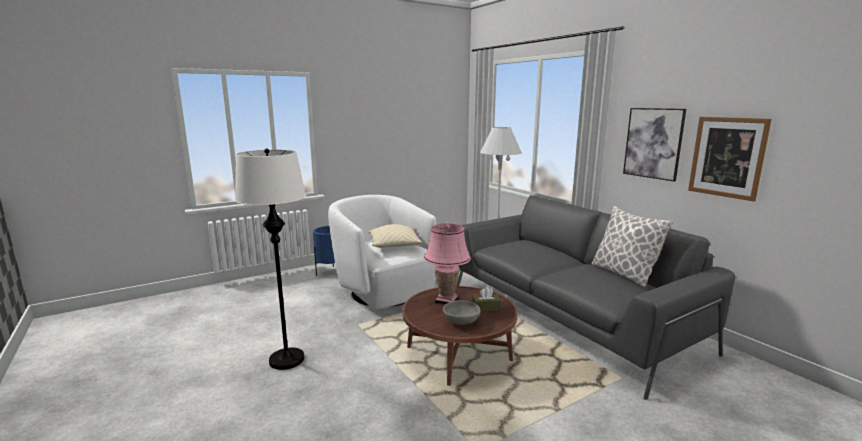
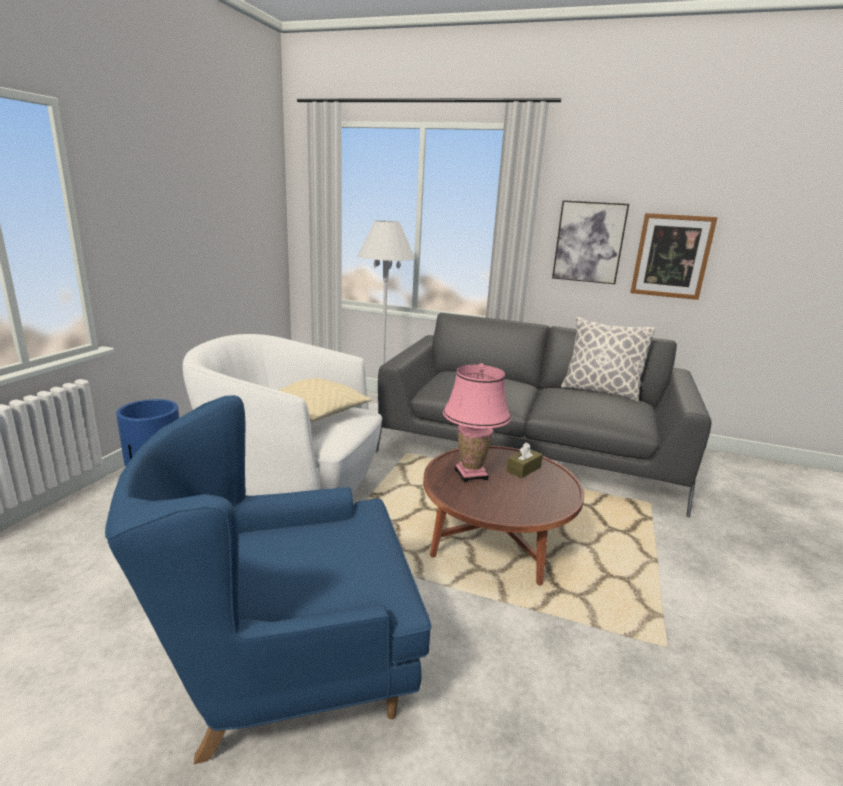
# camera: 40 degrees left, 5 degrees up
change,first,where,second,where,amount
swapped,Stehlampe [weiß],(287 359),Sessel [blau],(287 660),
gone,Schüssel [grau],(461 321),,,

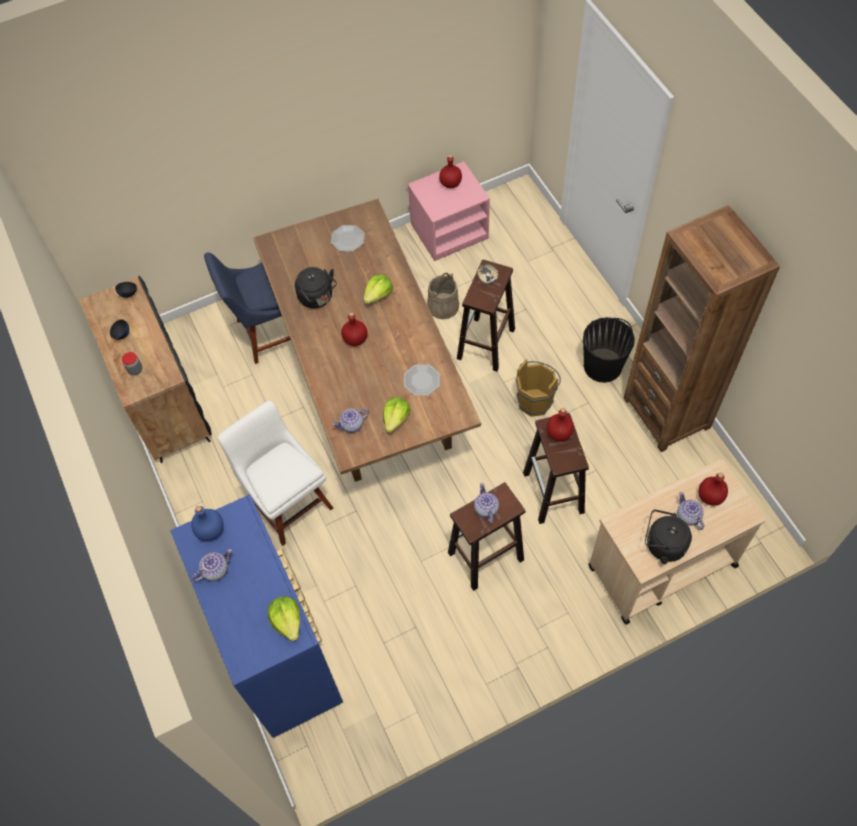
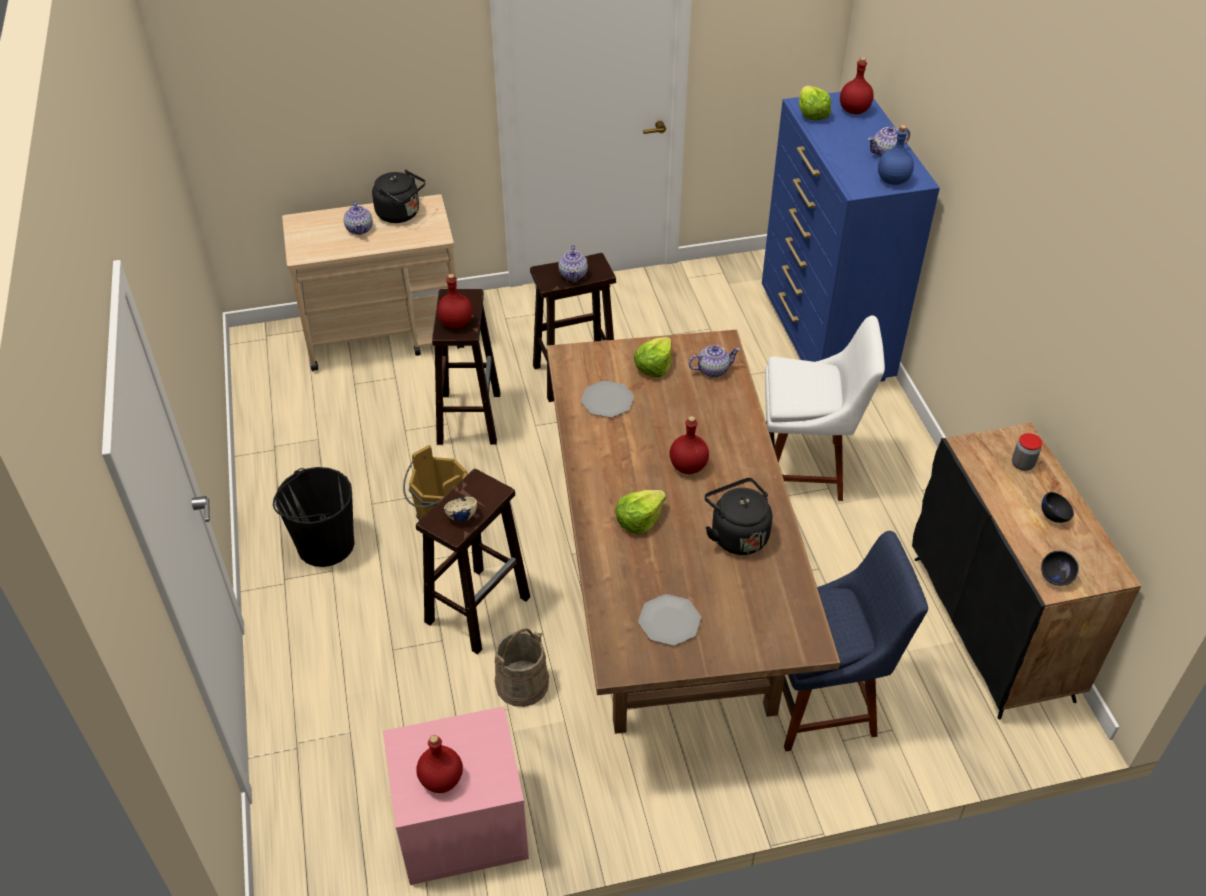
# camera: 170 degrees left, 15 degrees down
change,first,where,second,where,amount
rotated,Stuhl [weiß],(287 502),,(806 468),60 degrees counterclockwise
gone,Bücherregal [braun],(666 413),,,
shifted,Flasche [rot],(710 496),,(854 110),

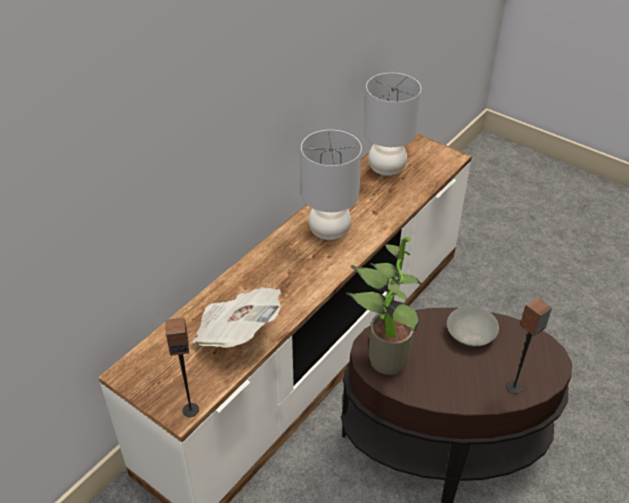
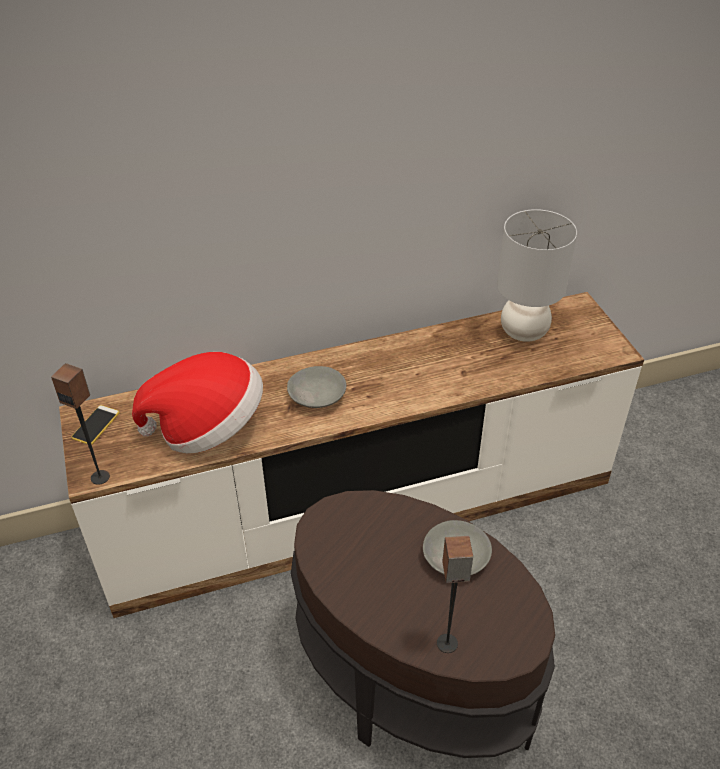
# camera: 35 degrees right, 0 degrees up
change,first,where,second,where,amount
swapped,Zeitung,(237 332),Hut,(208 427),
gone,Tischlampe [grau],(329 231),,,
gone,Topfpflanze,(381 359),,,
new,,,Handy,(96 425),
new,,,Schüssel [grau],(316 396),

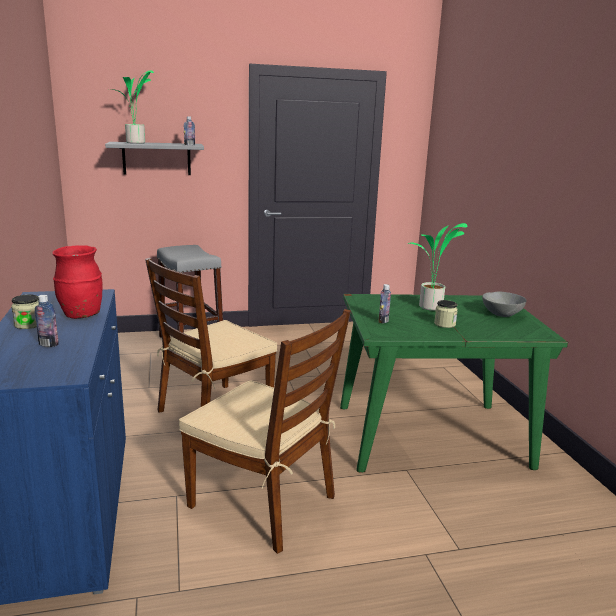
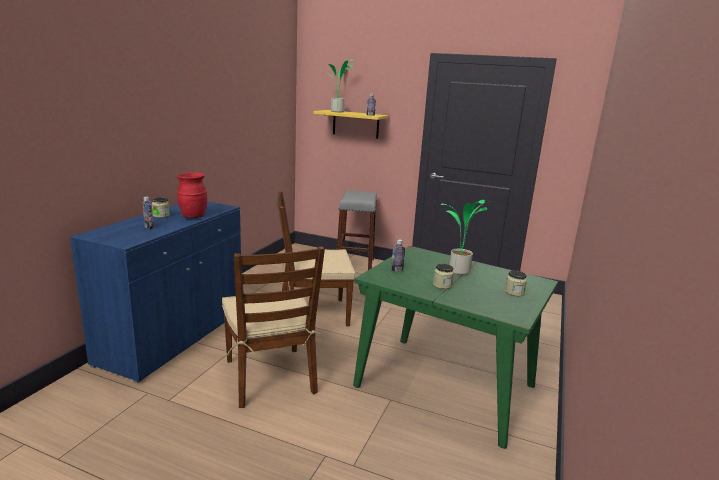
# camera: 35 degrees right, 0 degrees up
change,first,where,second,where,amount
repainted,Wandregal [grau],(156 158),Wandregal [gelb],(355 124),
swapped,Schüssel [grau],(501 314),Vorratsglas,(514 292),

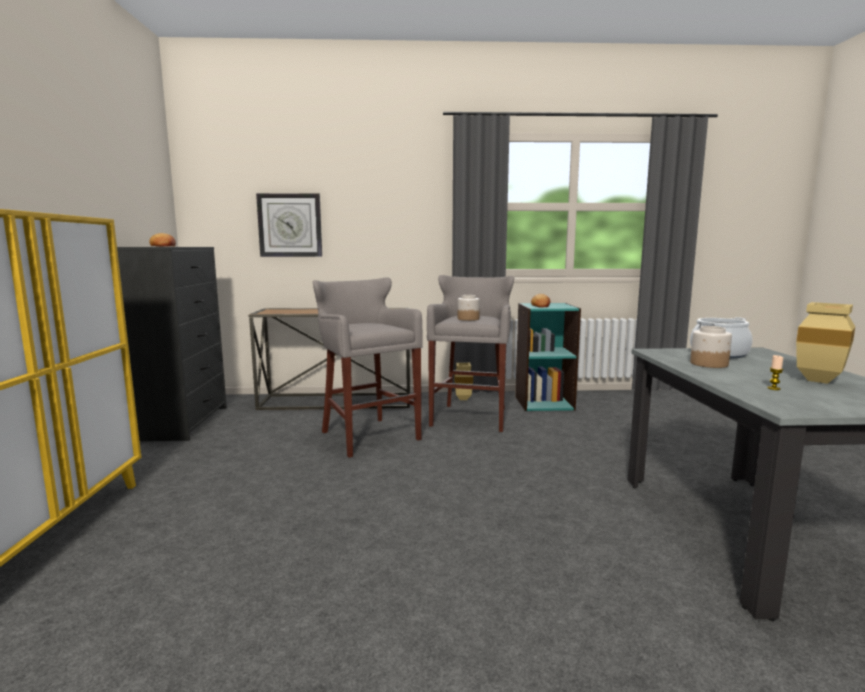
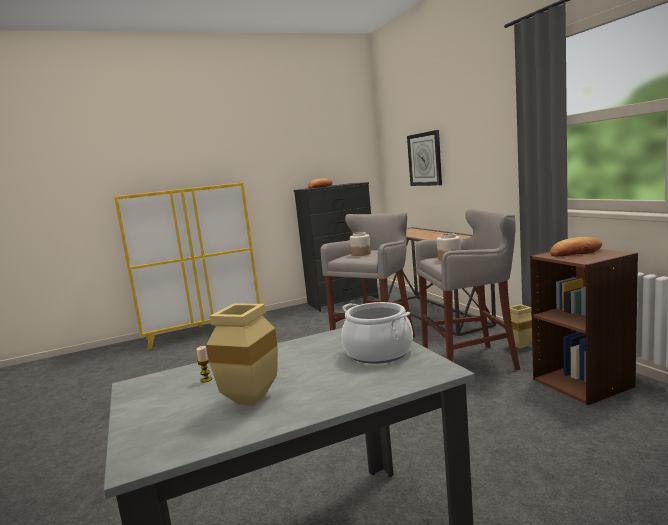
# camera: 70 degrees right, 0 degrees up
change,first,where,second,where,amount
repainted,Bücherregal [türkis],(544 403),Bücherregal [braun],(583 383),
shifted,Vorratsglas,(708 364),,(360 254),

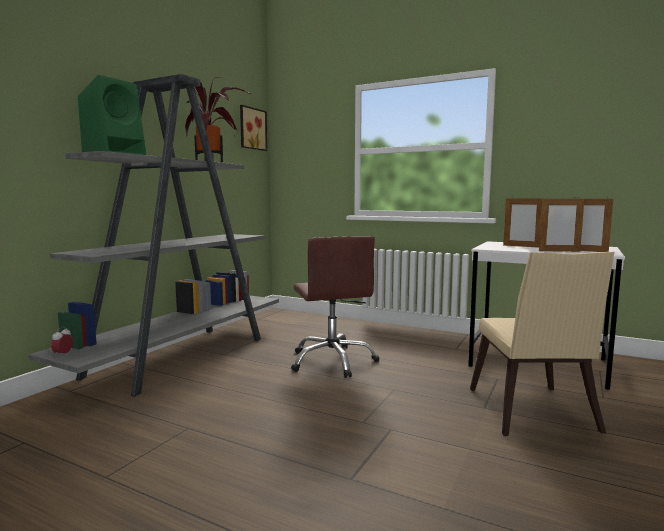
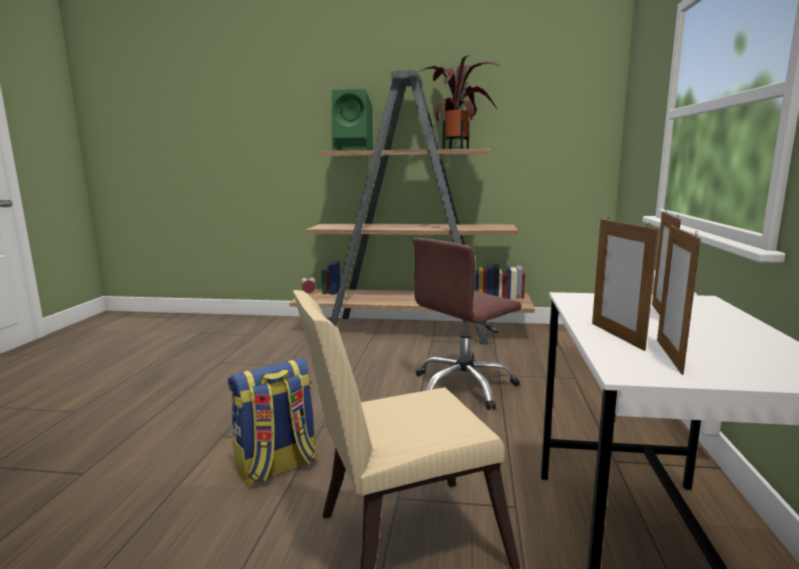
# camera: 70 degrees right, 5 degrees up
change,first,where,second,where,amount
repainted,Bücherregal [grau],(181 356),Bücherregal [braun],(412 330),
gone,Bild,(251 129),,,
new,,,Rucksack,(277 467),

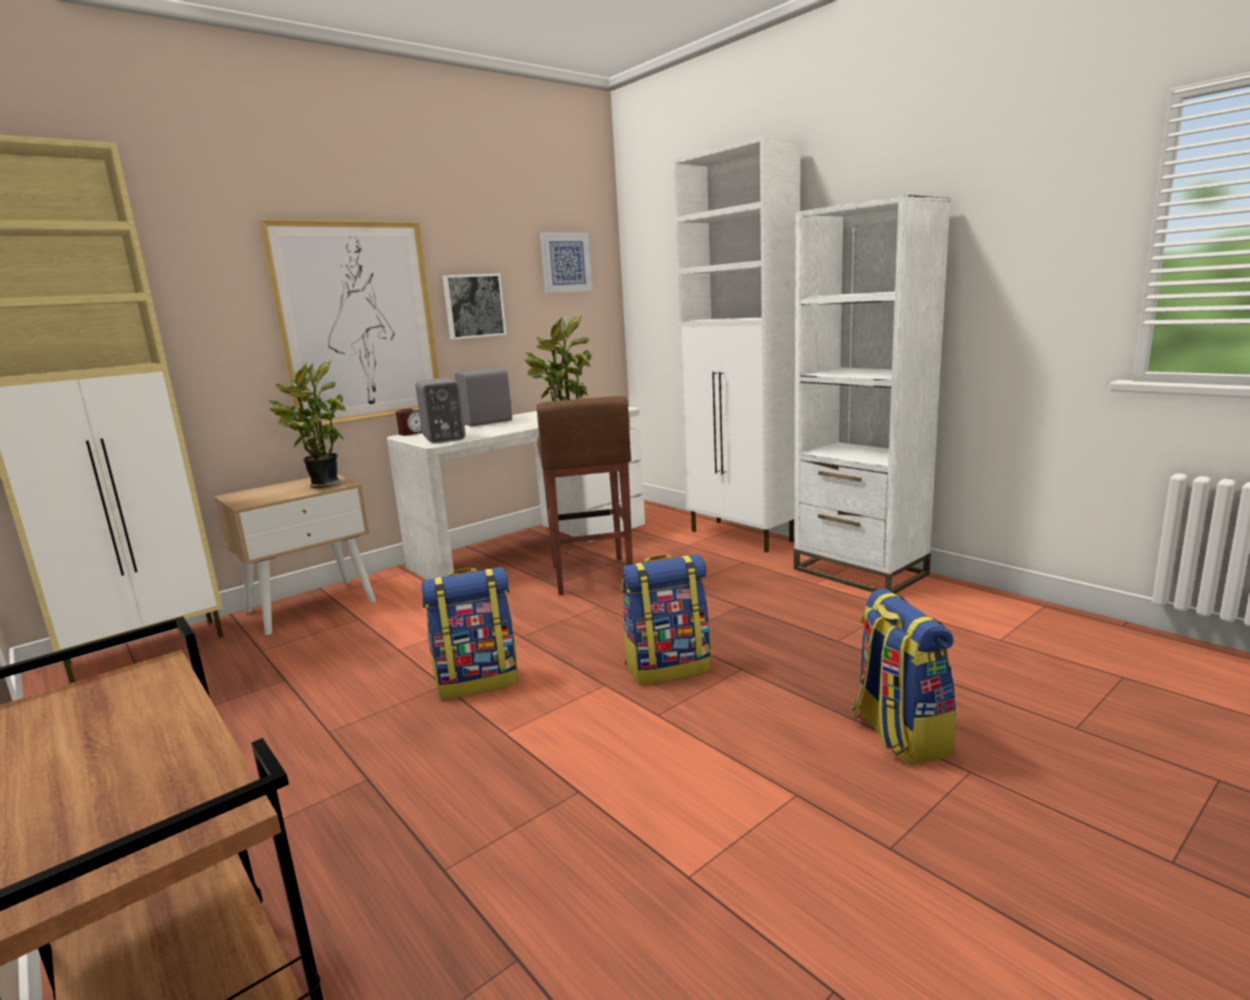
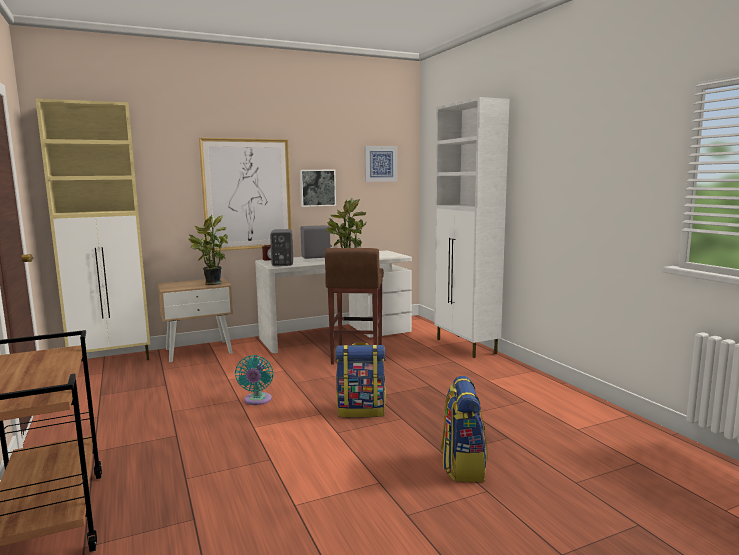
# camera: 15 degrees right, 5 degrees down
change,first,where,second,where,amount
swapped,Rucksack,(478 681),Ventilator [türkis],(257 401),
gone,Bücherregal [weiß],(859 572),,,

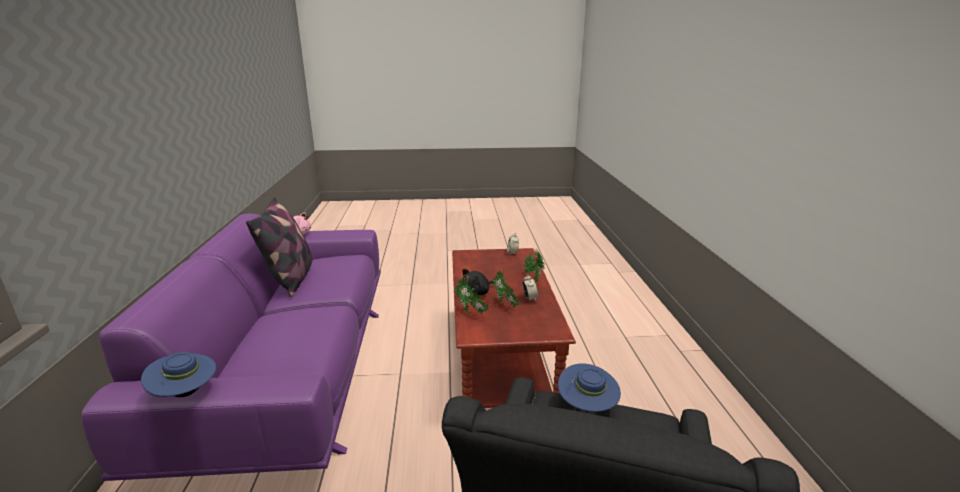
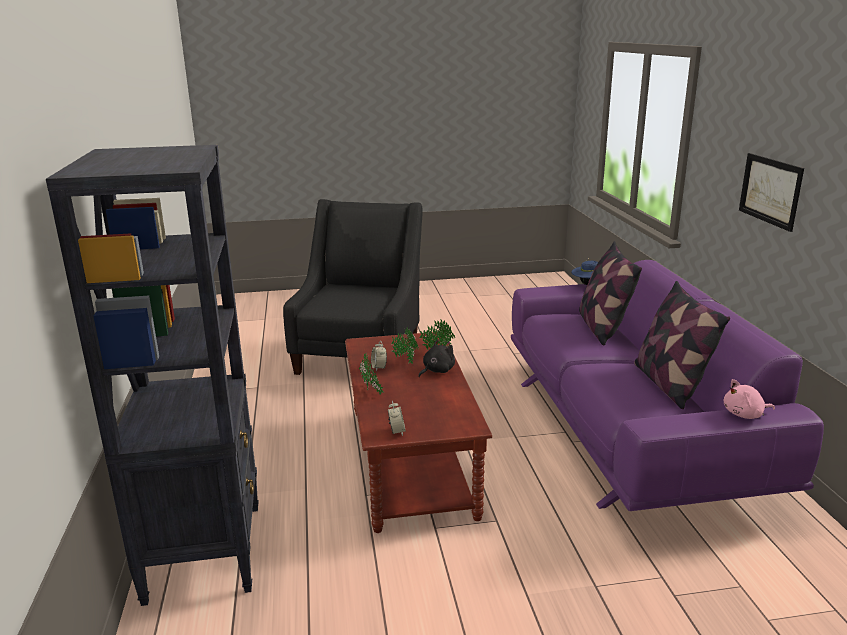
# camera: 175 degrees right, 0 degrees up
change,first,where,second,where,amount
gone,Hut [blau],(586 406),,,
new,,,Bücherregal [schwarz],(205 551),
new,,,Kissen,(602 328),
new,,,Bild,(770 190),

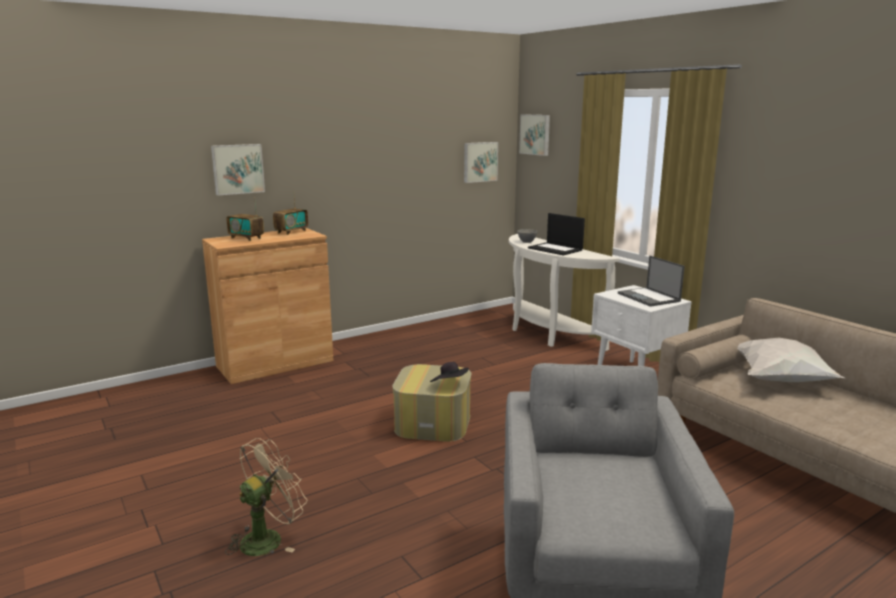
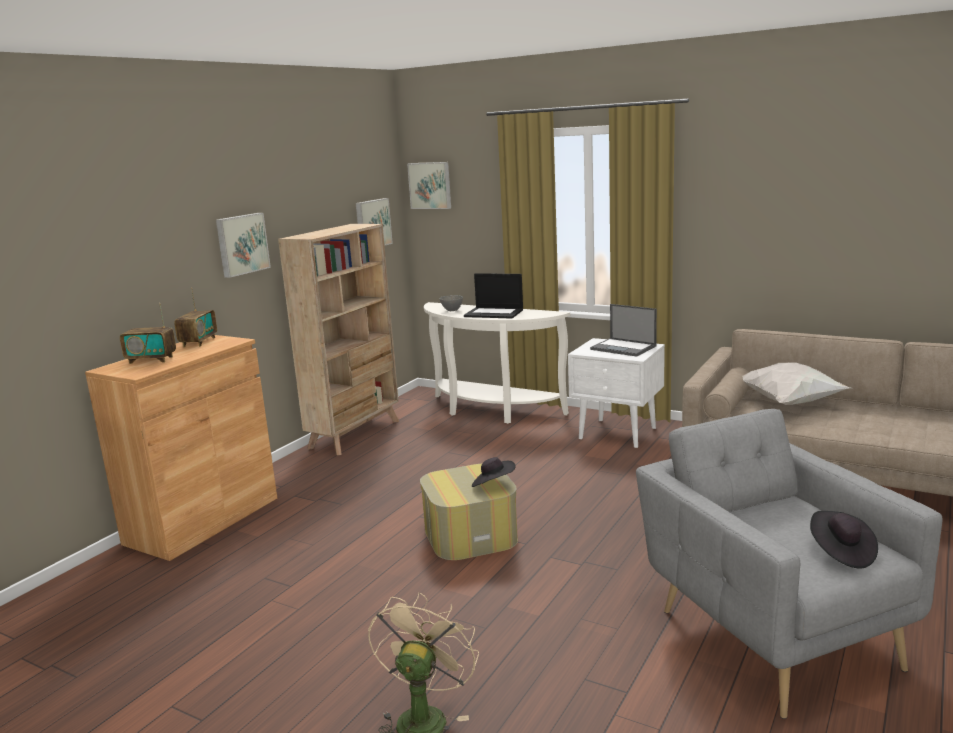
# camera: 25 degrees left, 0 degrees up
change,first,where,second,where,amount
shifted,Bild,(237 169),,(241 244),
new,,,Bücherregal [beige],(355 434),
new,,,Hut [schwarz],(841 553),

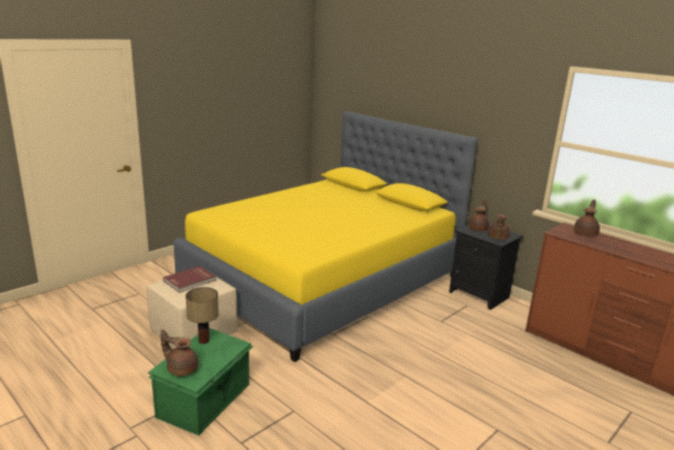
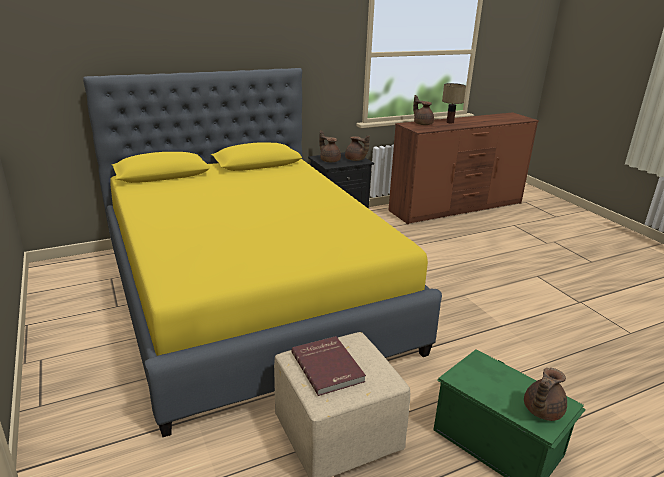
# camera: 70 degrees left, 5 degrees up
change,first,where,second,where,amount
shifted,Tischlampe,(203 340),,(450 122),

